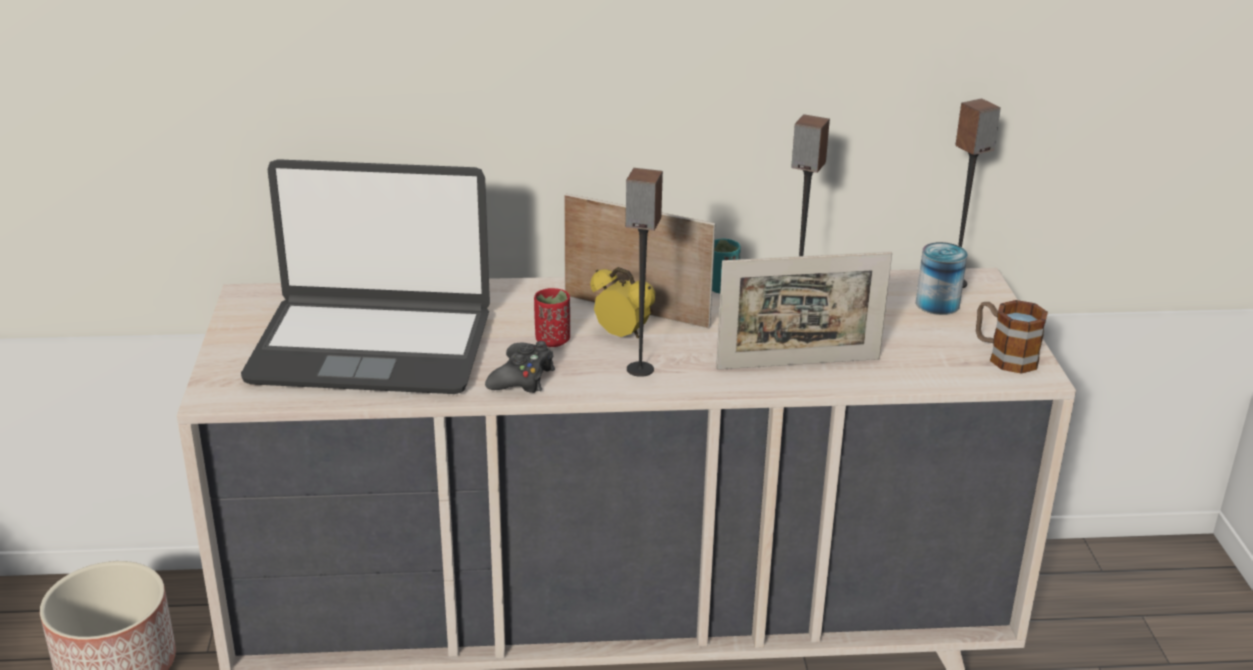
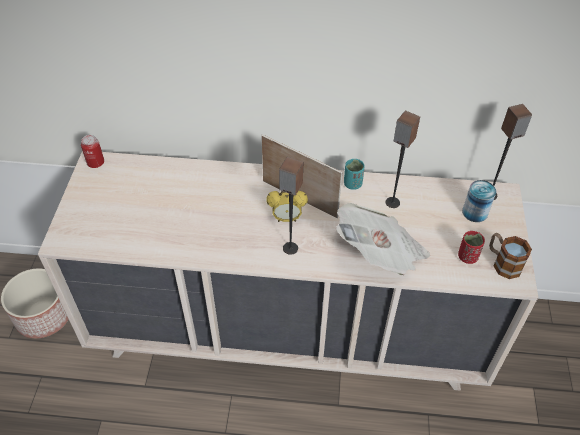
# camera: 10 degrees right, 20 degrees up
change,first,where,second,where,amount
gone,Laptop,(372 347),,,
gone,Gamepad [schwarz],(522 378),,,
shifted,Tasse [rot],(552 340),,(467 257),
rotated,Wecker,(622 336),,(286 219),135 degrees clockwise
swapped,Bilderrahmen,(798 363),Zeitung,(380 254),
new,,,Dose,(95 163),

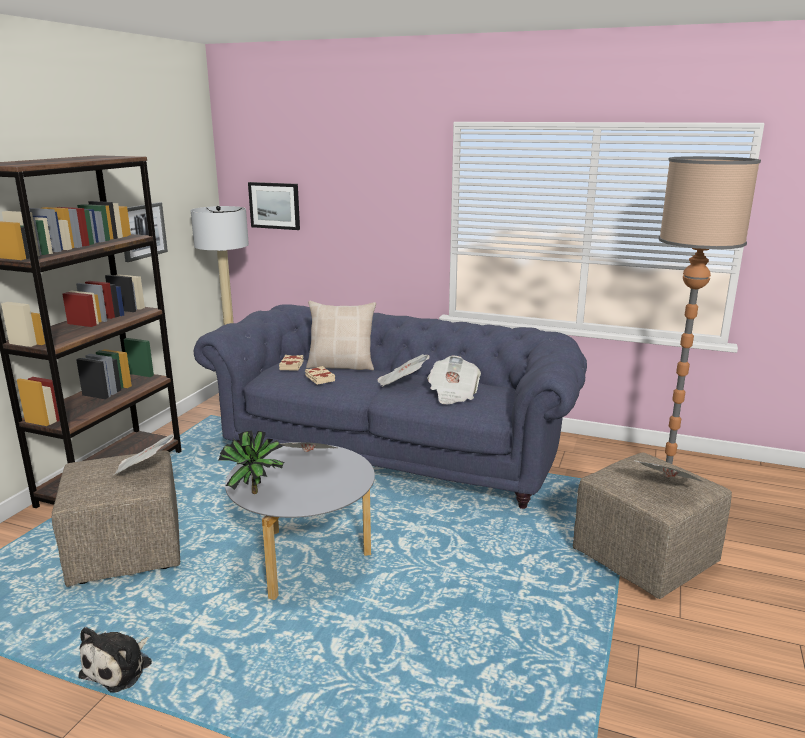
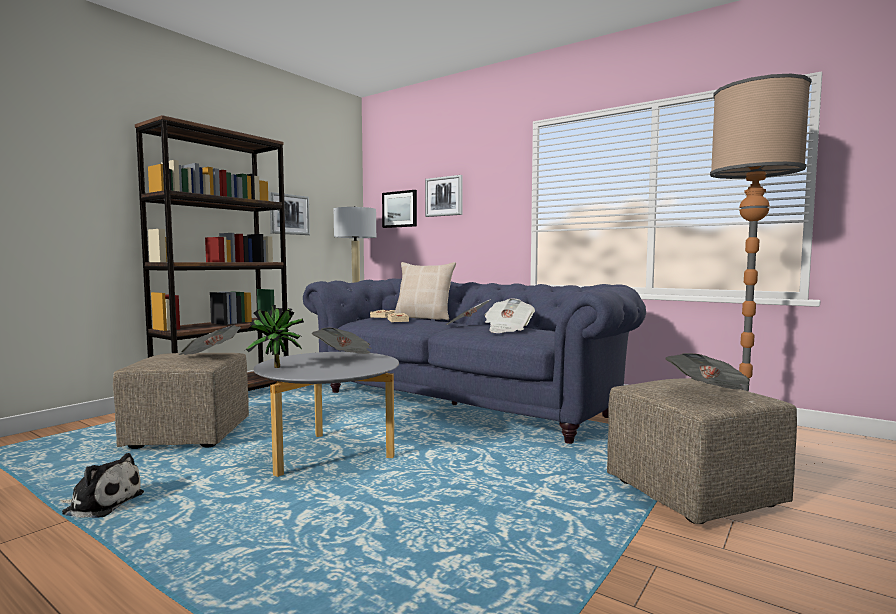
# camera: 15 degrees right, 15 degrees down
change,first,where,second,where,amount
rotated,Plüschtier,(120 667),,(101 504),120 degrees counterclockwise
new,,,Bild,(444 196),

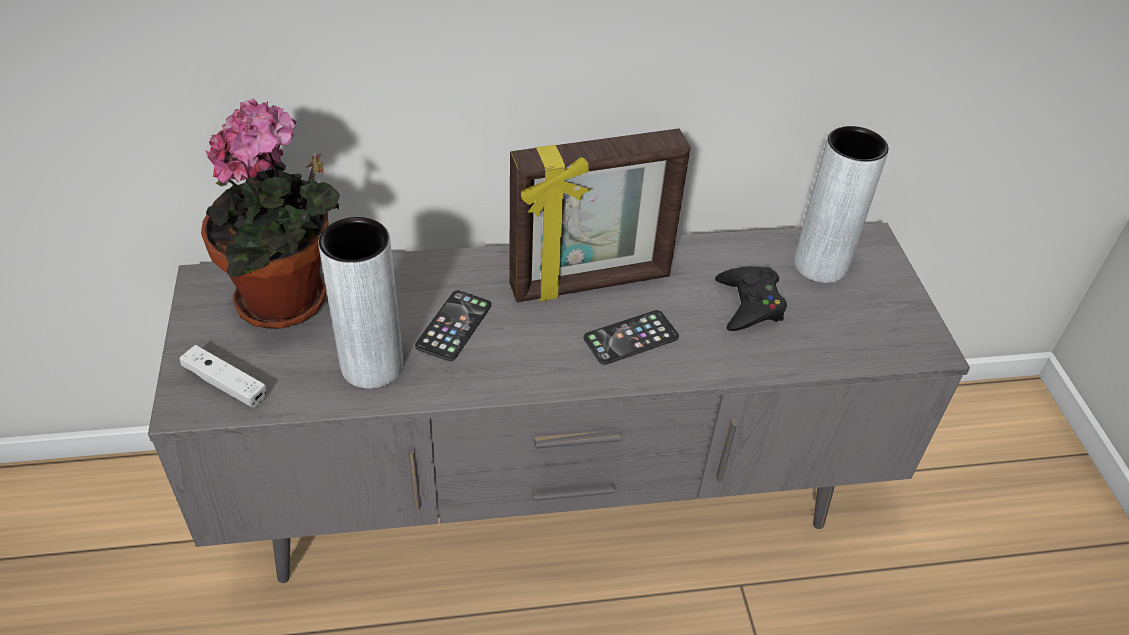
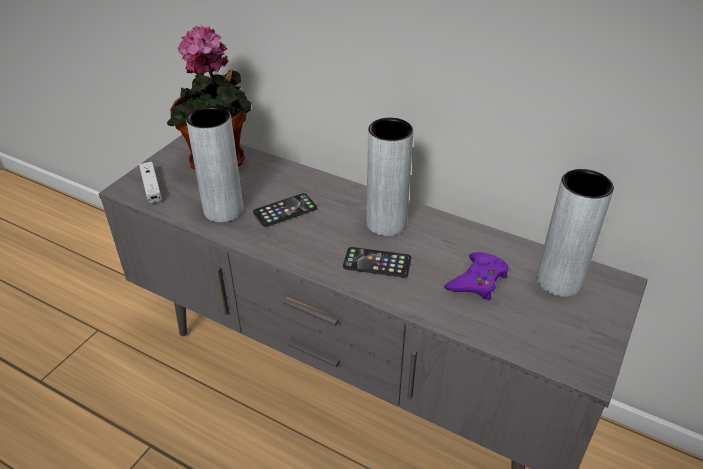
# camera: 40 degrees right, 5 degrees down
change,first,where,second,where,amount
swapped,Bilderrahmen,(590 283),Vase [grau],(386 223),
repainted,Gamepad [schwarz],(749 304),Gamepad [lila],(477 280),

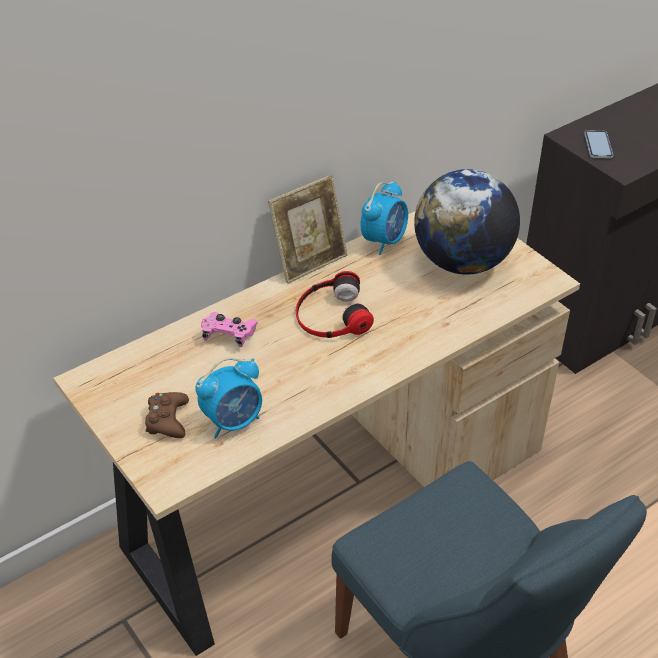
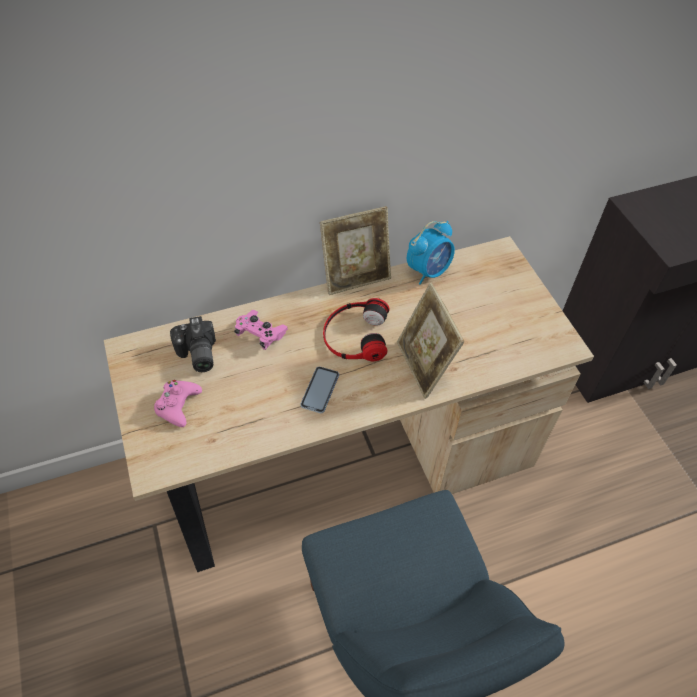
# camera: 15 degrees right, 10 degrees up
change,first,where,second,where,amount
repainted,Gamepad [braun],(167 420),Gamepad [rosa],(178 405),
gone,Wecker,(233 421),,,
gone,Globus,(462 262),,,
shifted,Handy,(598 145),,(320 390),
new,,,Kamera,(196 355),
new,,,Bilderrahmen,(423 366),

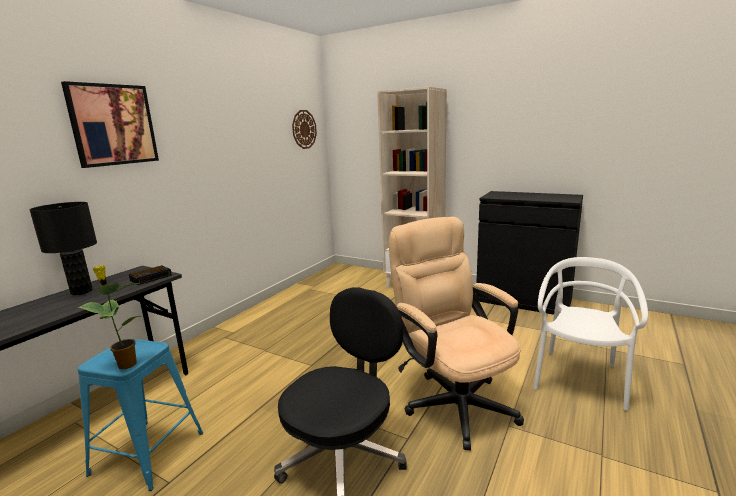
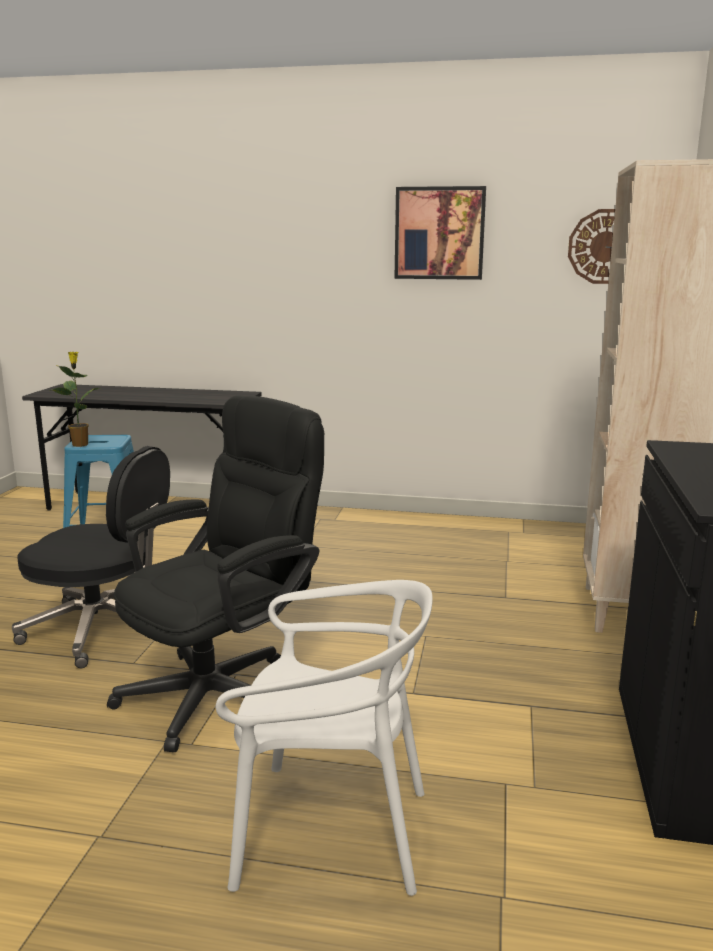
# camera: 70 degrees right, 0 degrees up
change,first,where,second,where,amount
gone,Tischlampe [schwarz],(81 291),,,
shifted,Bild,(113 125),,(439 233),
gone,Wecker,(152 277),,,
repainted,Bürostuhl [beige],(453 399),Bürostuhl [schwarz],(223 689),

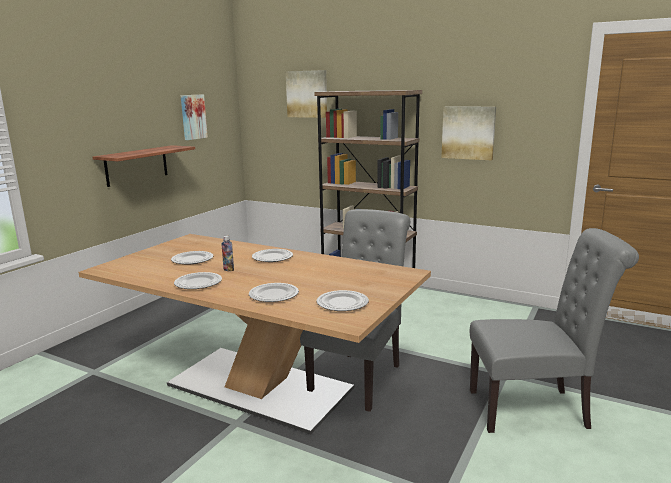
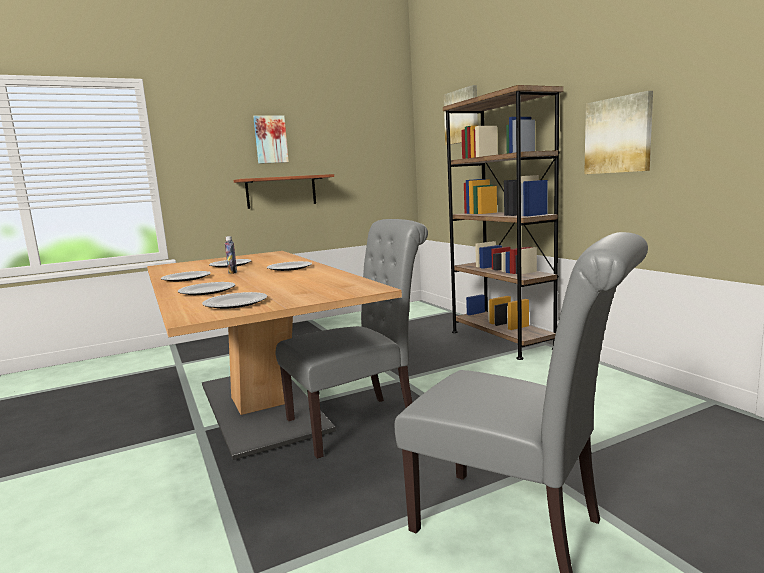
# camera: 35 degrees right, 5 degrees down
change,first,where,second,where,amount
shifted,Bild,(192 117),,(270 139),

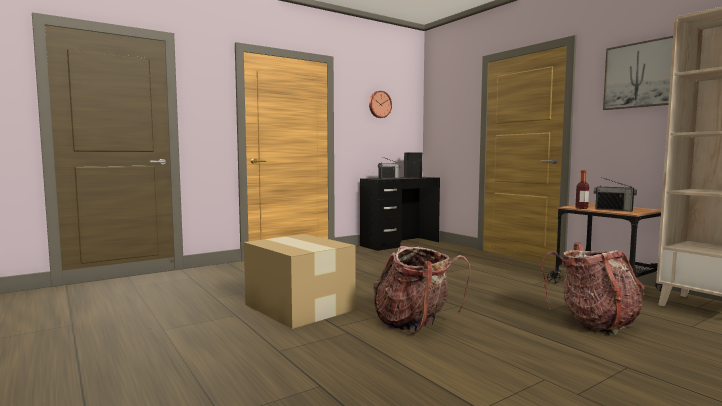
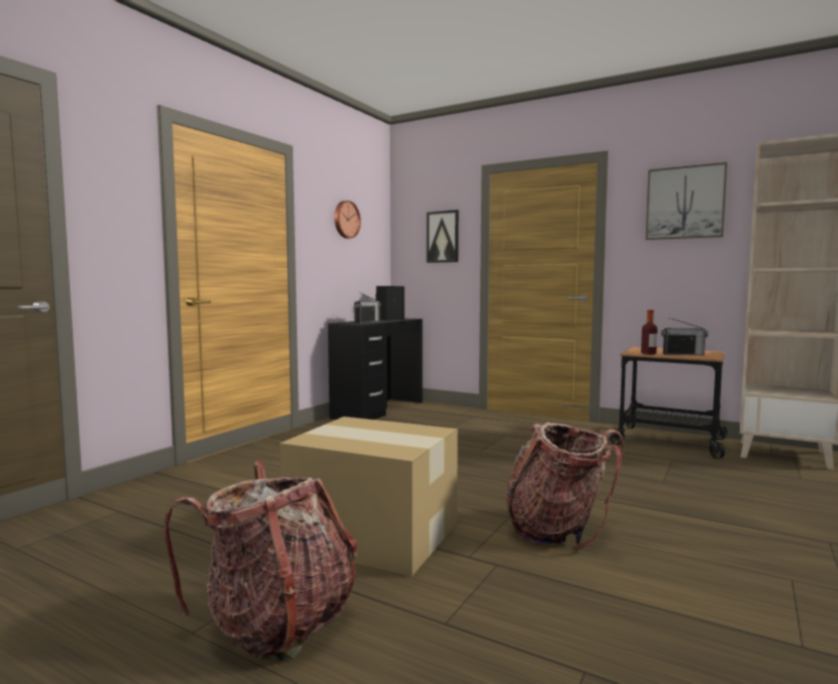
# camera: 25 degrees left, 0 degrees up
change,first,where,second,where,amount
shifted,Rucksack,(595 323),,(276 623),
new,,,Bild,(443 237),

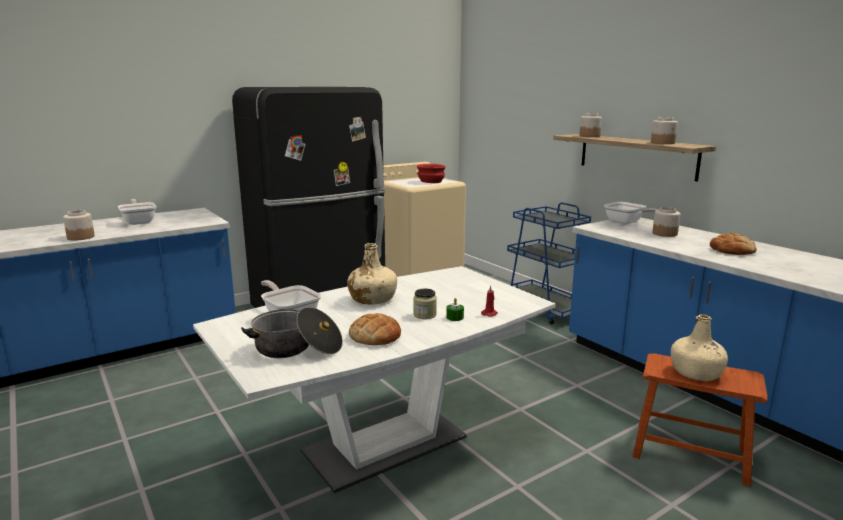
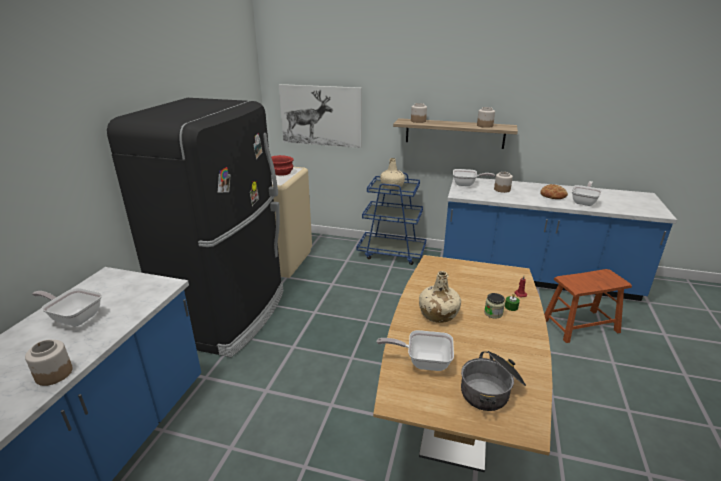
# camera: 40 degrees left, 10 degrees up
change,first,where,second,where,amount
repainted,Esstisch [weiß],(385 445),Esstisch [braun],(456 414),
gone,Brot,(375 336),,,
shifted,Flasche [beige],(696 373),,(392 186),
new,,,Bild,(321 115),
new,,,Pfanne,(584 202),

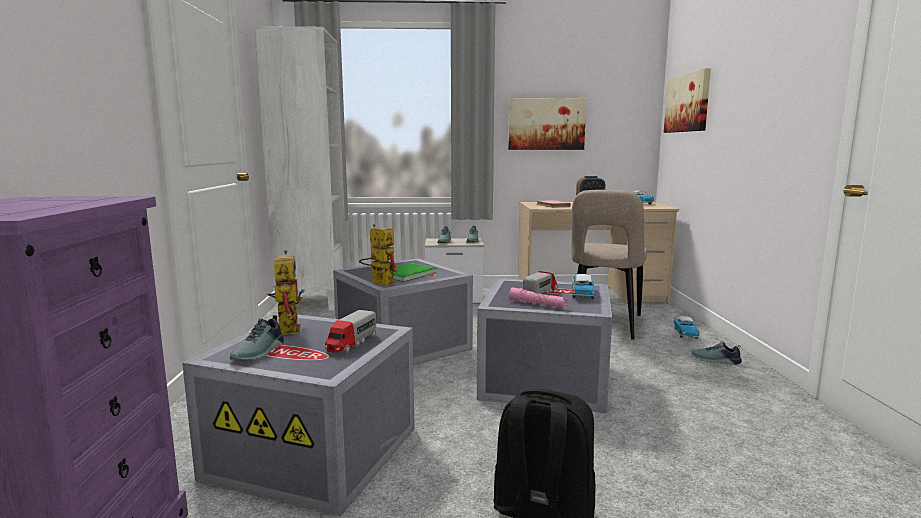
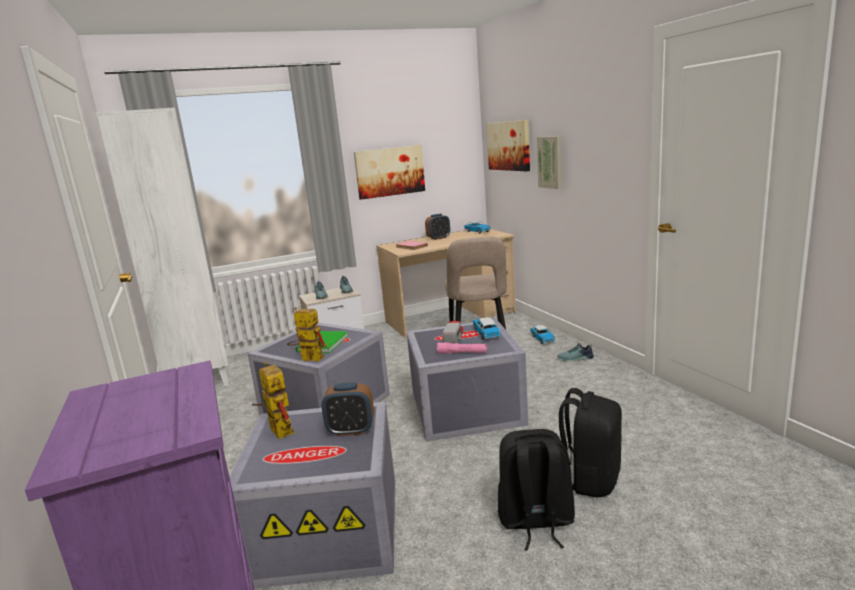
# camera: 20 degrees left, 5 degrees up
change,first,where,second,where,amount
gone,Schuh,(260 352),,,
swapped,Spielzeuglaster,(351 343),Wecker,(351 430),
new,,,Bild,(551 162),
new,,,Rucksack [schwarz],(590 479),

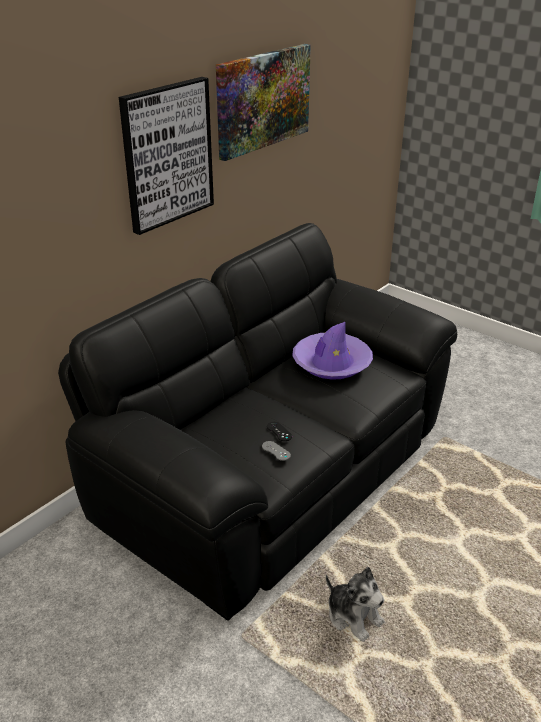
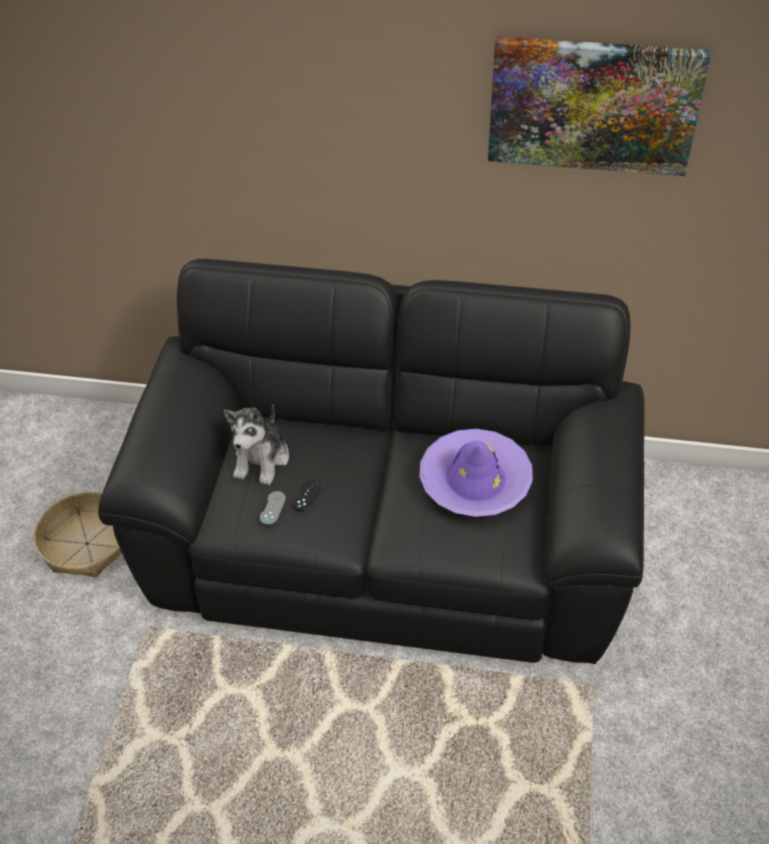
# camera: 60 degrees right, 15 degrees up
change,first,where,second,where,amount
gone,Bild,(167 154),,,
shifted,Plüschtier,(353 616),,(262 459),
new,,,Korb,(87 543),

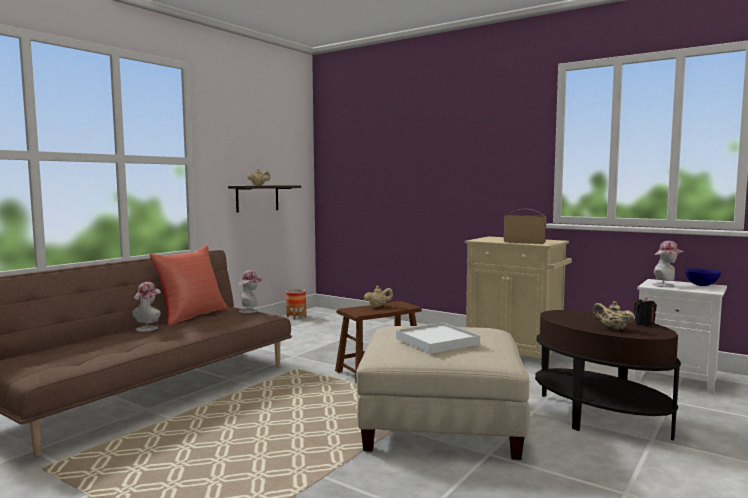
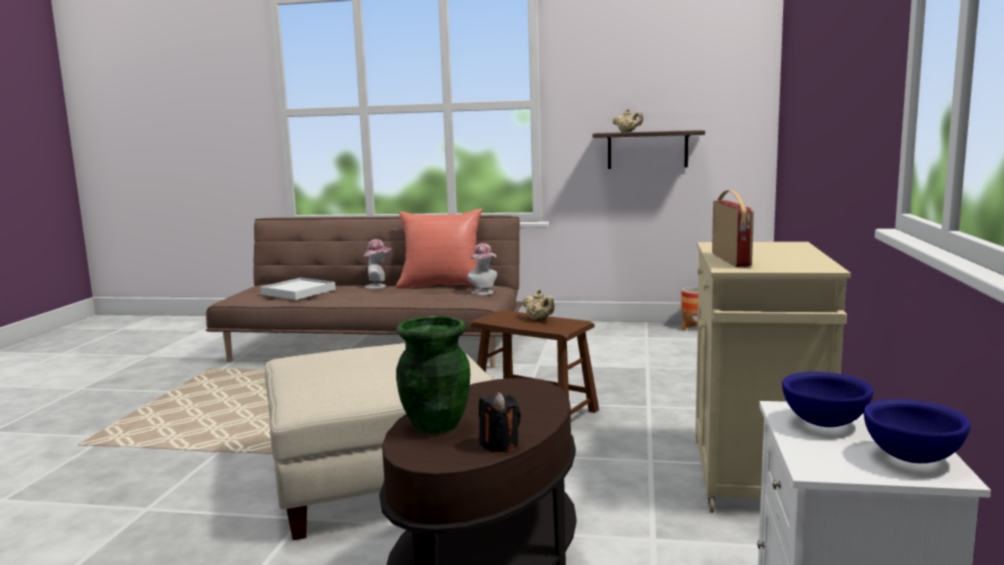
# camera: 65 degrees right, 5 degrees up
change,first,where,second,where,amount
shifted,Tablett [weiß],(437 341),,(298 292),
swapped,Teekanne [beige],(612 329),Vase [grün],(435 425),
swapped,Hut,(666 285),Schüssel [blau],(825 423),

